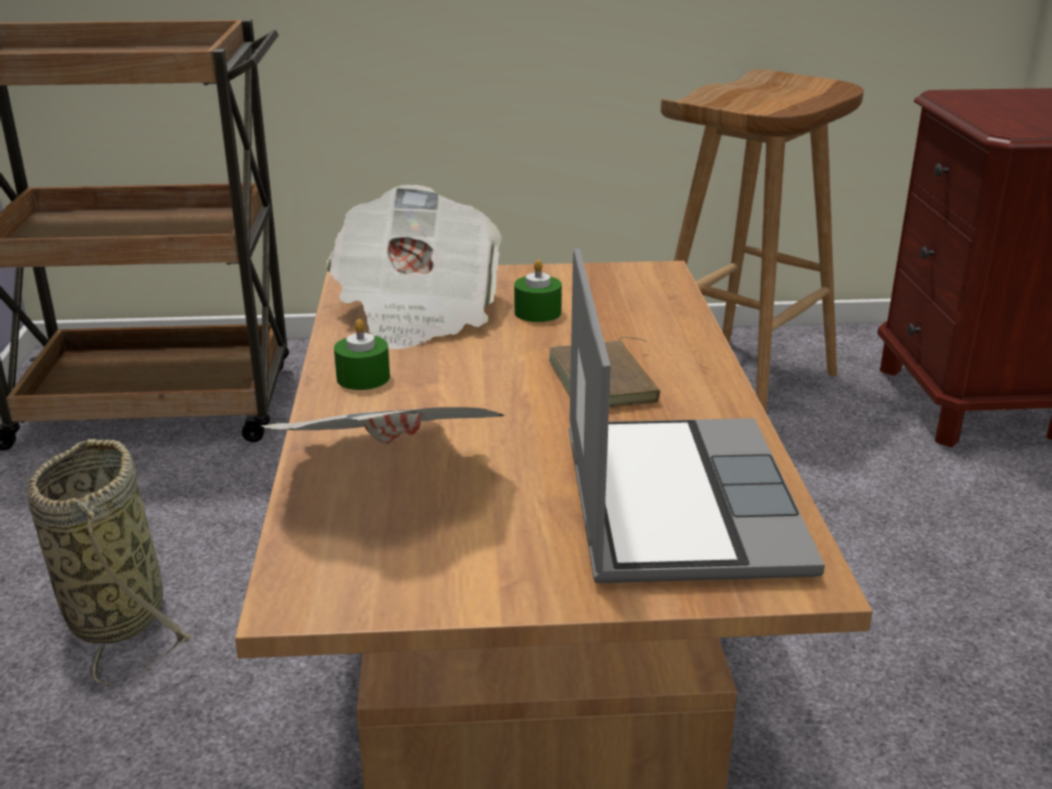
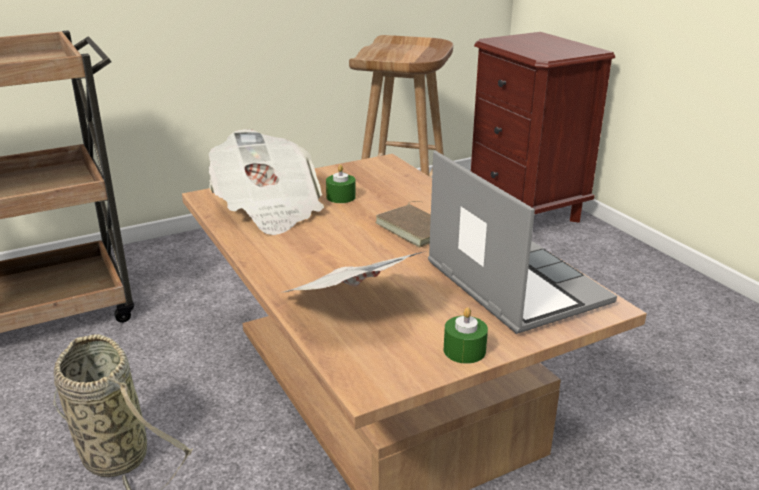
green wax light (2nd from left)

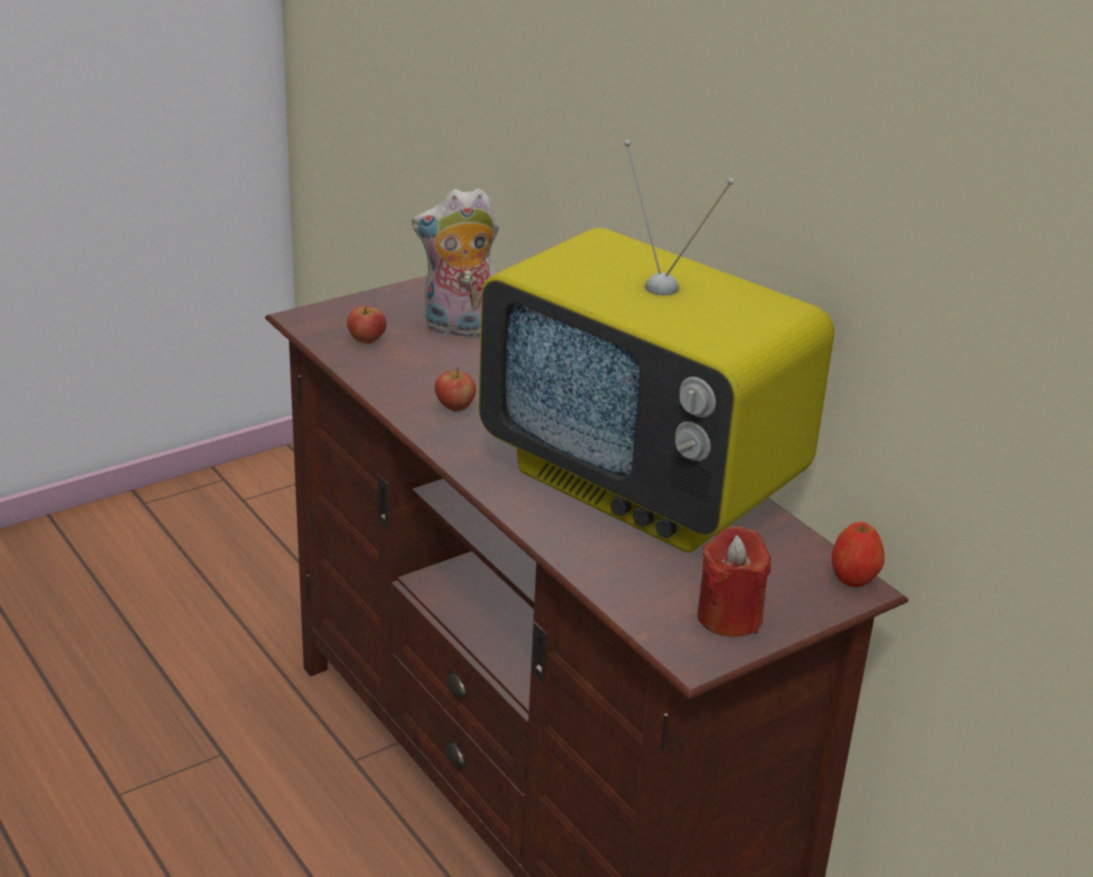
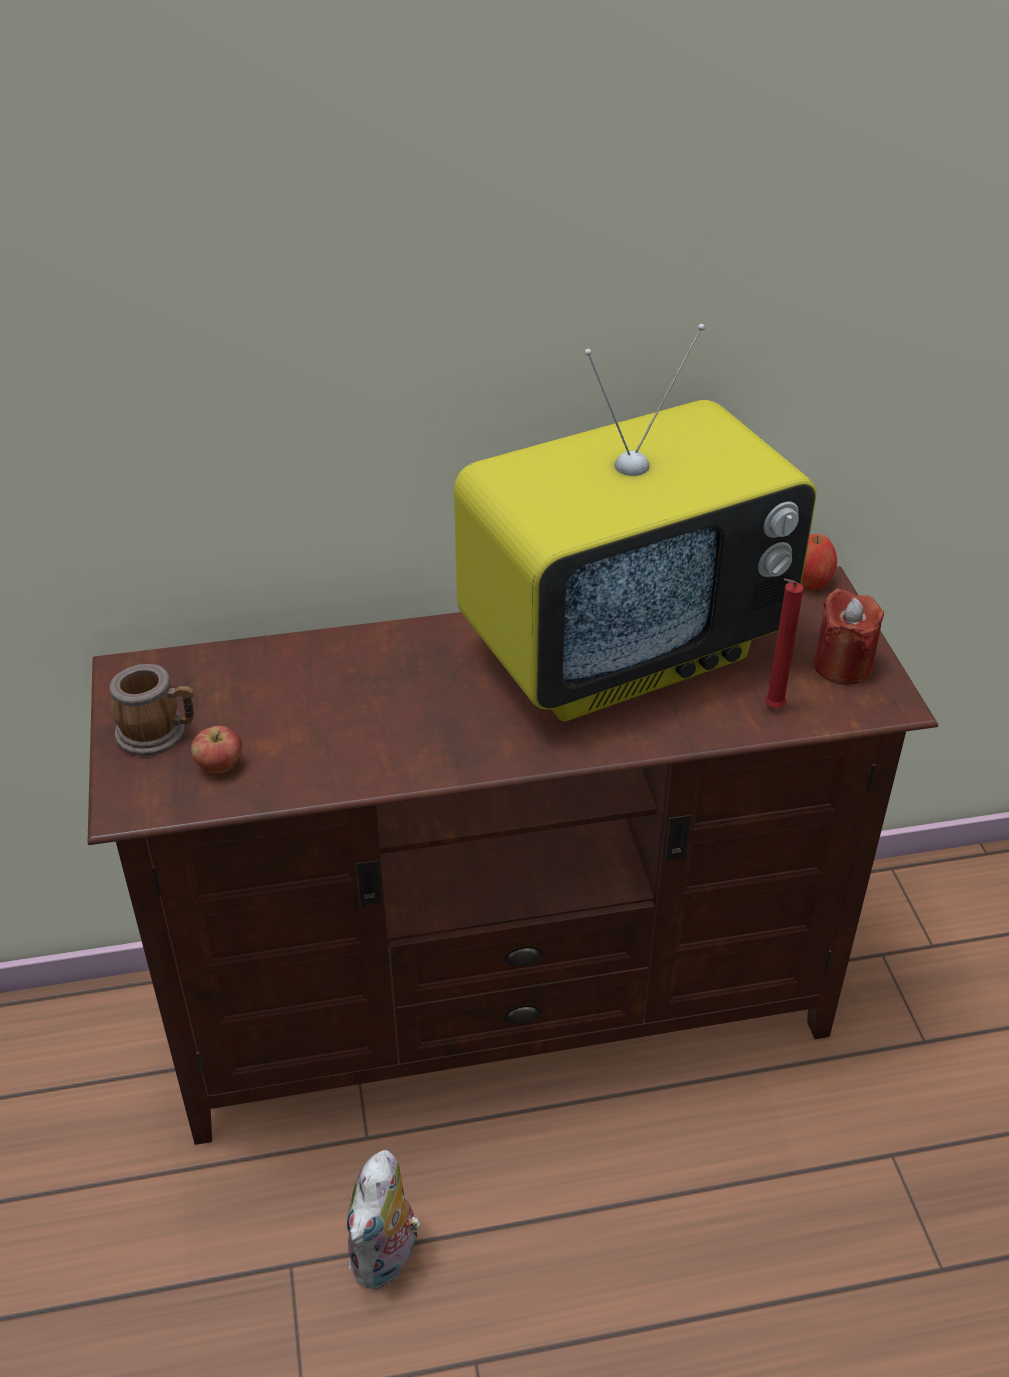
plush toy
apple fruit (2nd from left in the first image)
tea mug
red-coloured wax light (1st from left)

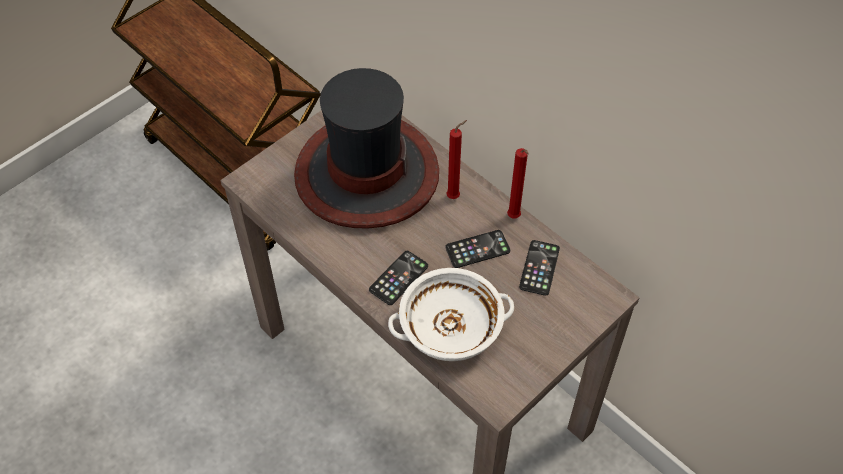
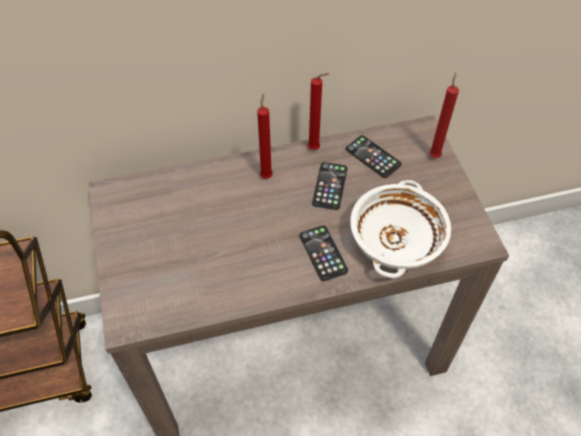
clothing hat
red-coloured wax light (3rd from left)

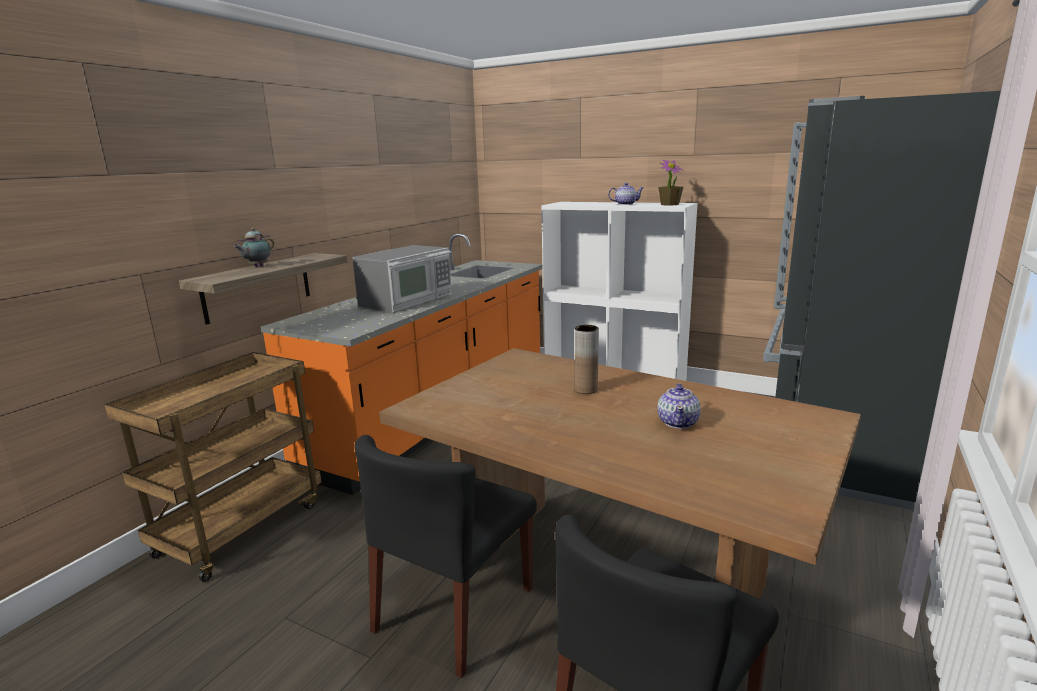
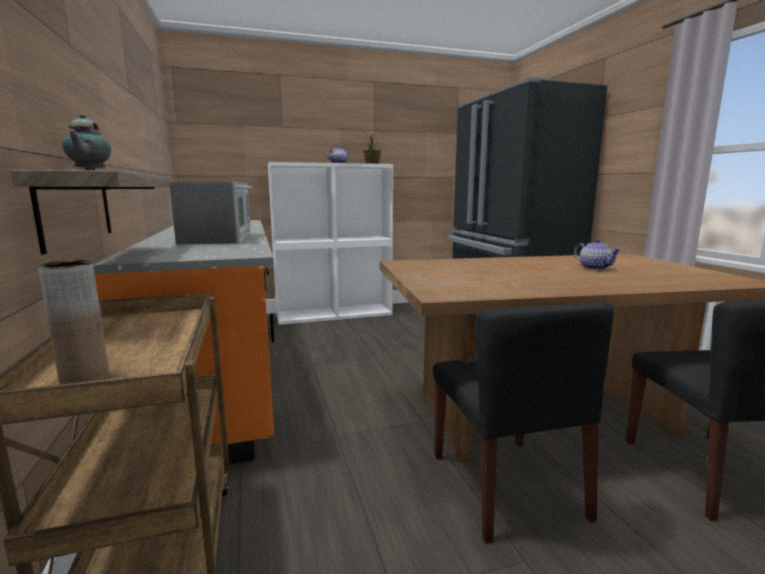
brown vase

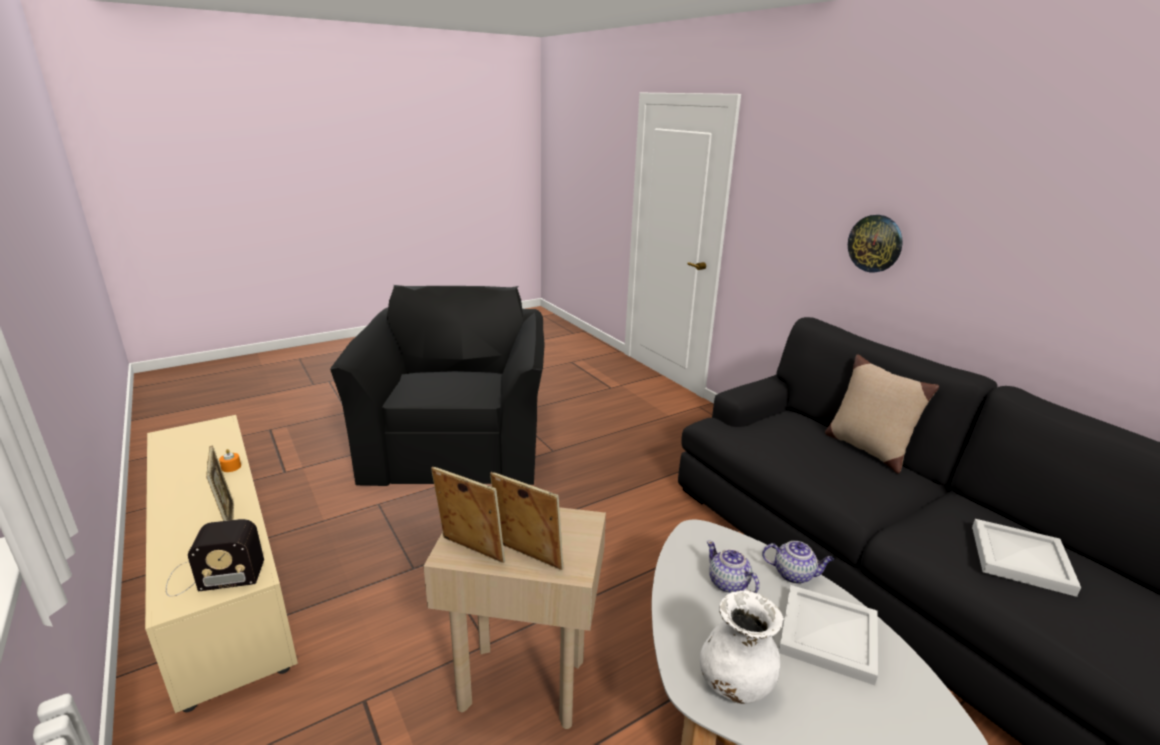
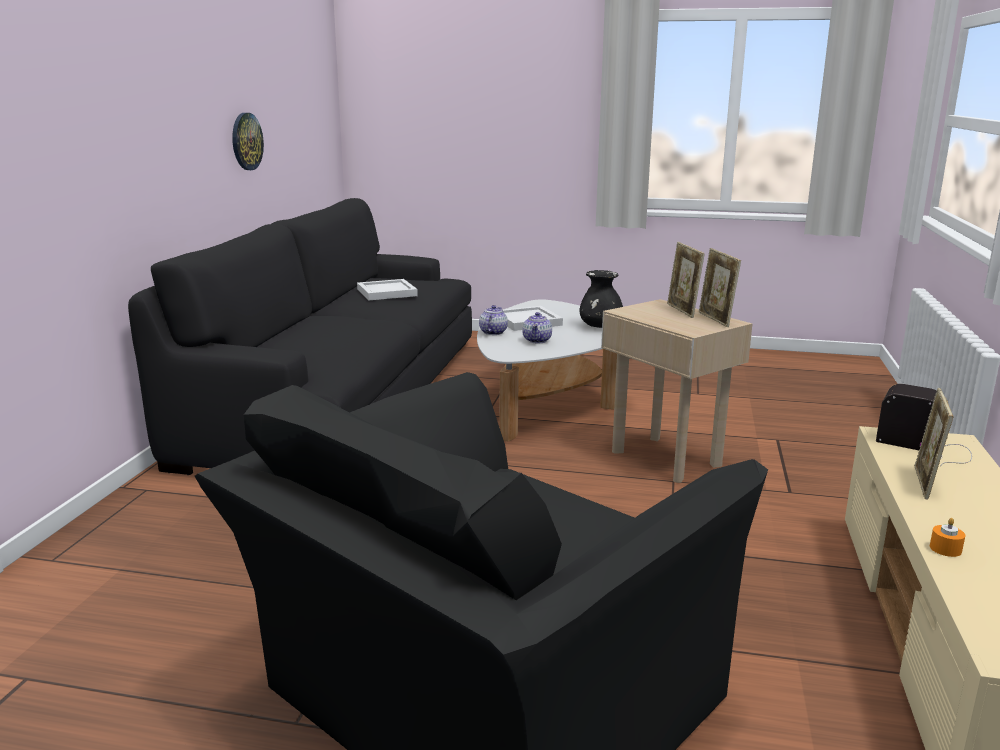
black vase
pot for tea (1st from left)
sand-coloured throw pillow
wall clock

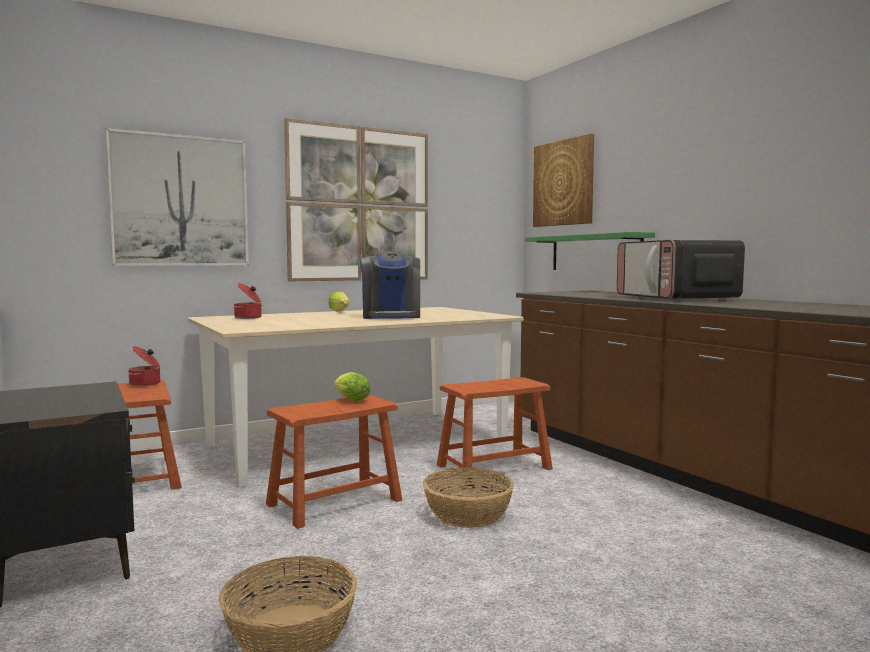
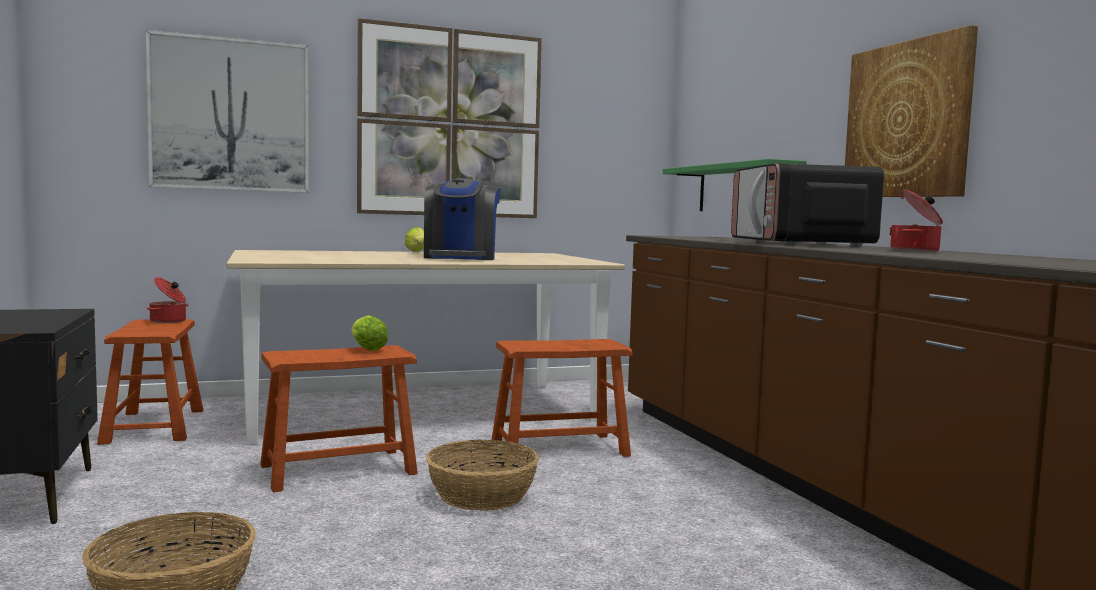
stockpot (2nd from left)
picture (3rd from left)

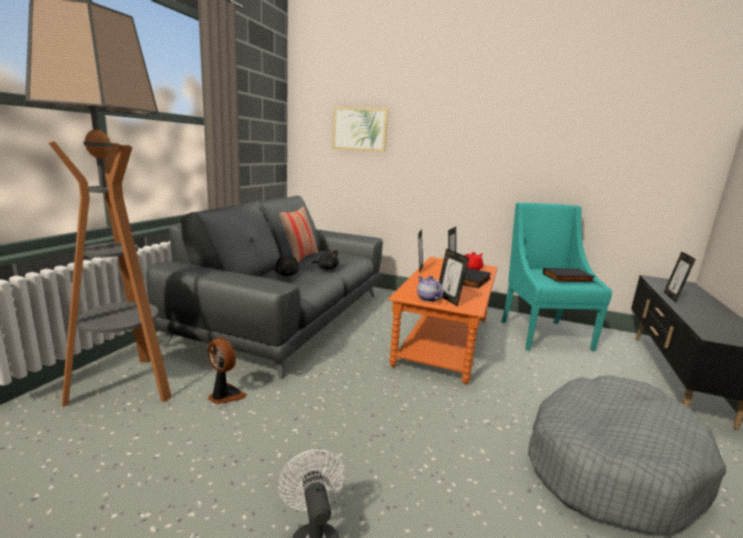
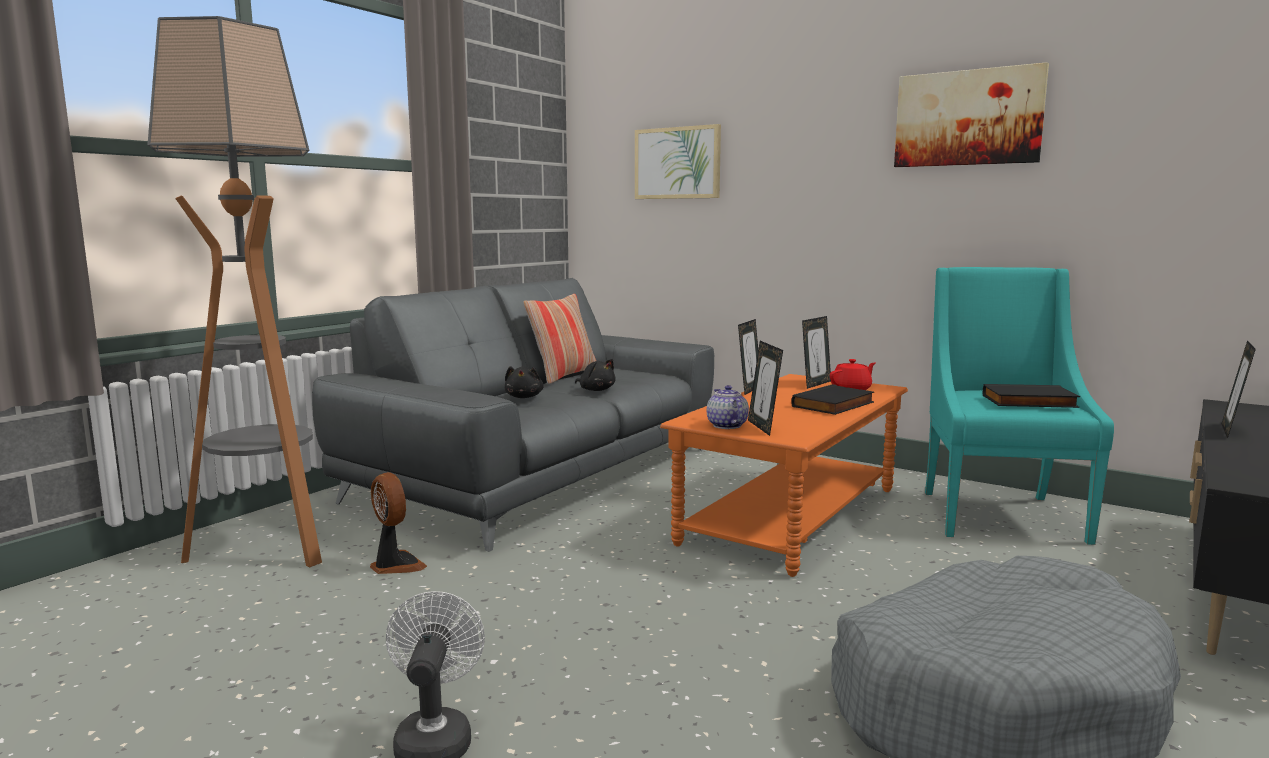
picture (2nd from left)

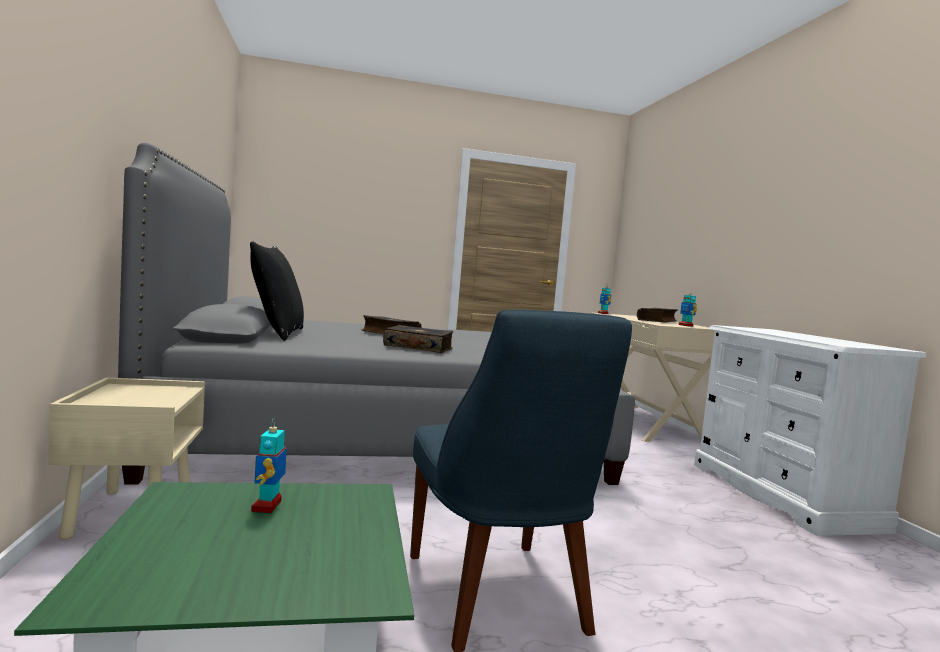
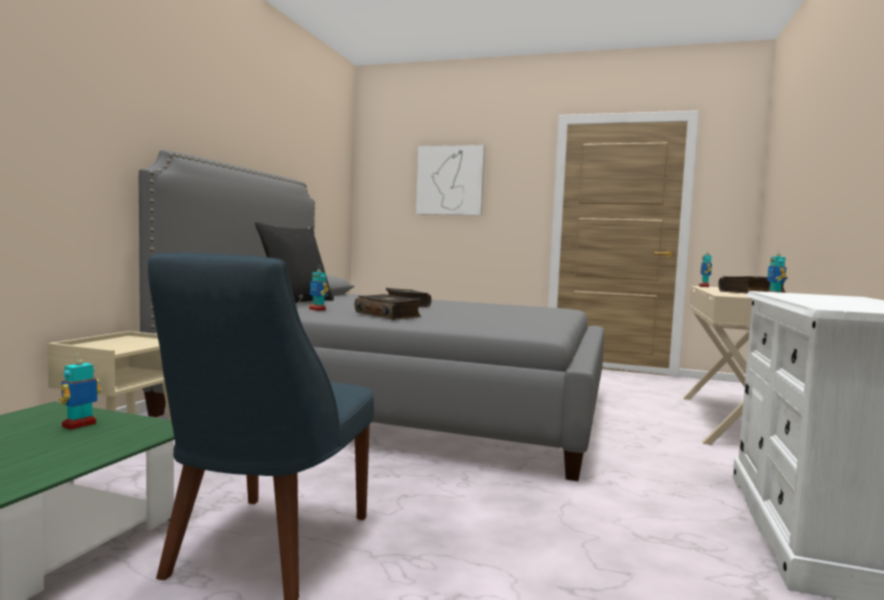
toy robot (2nd from left)
picture

